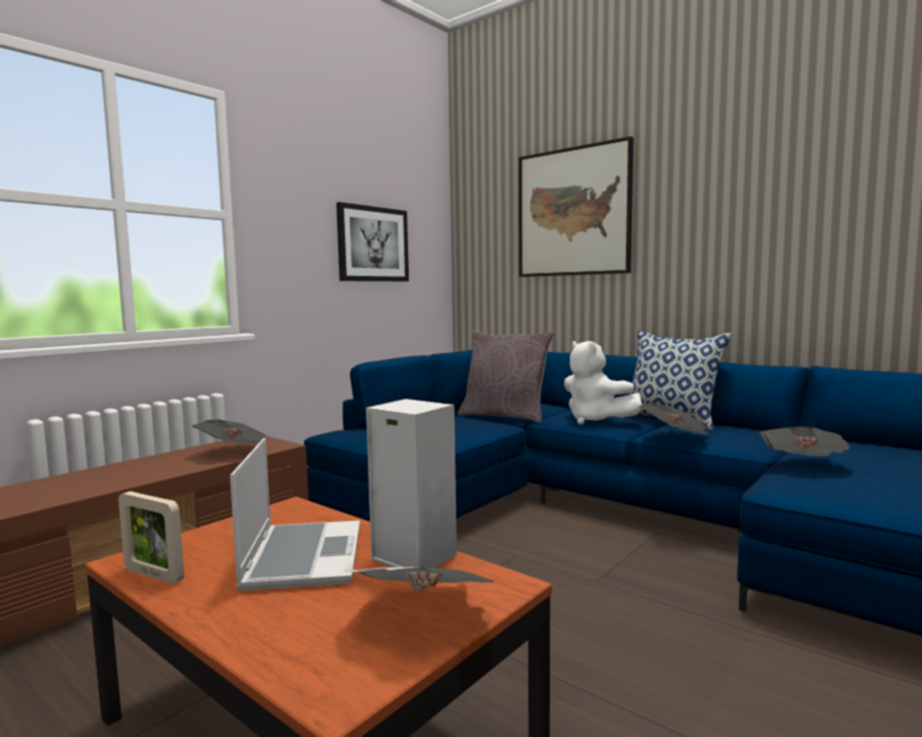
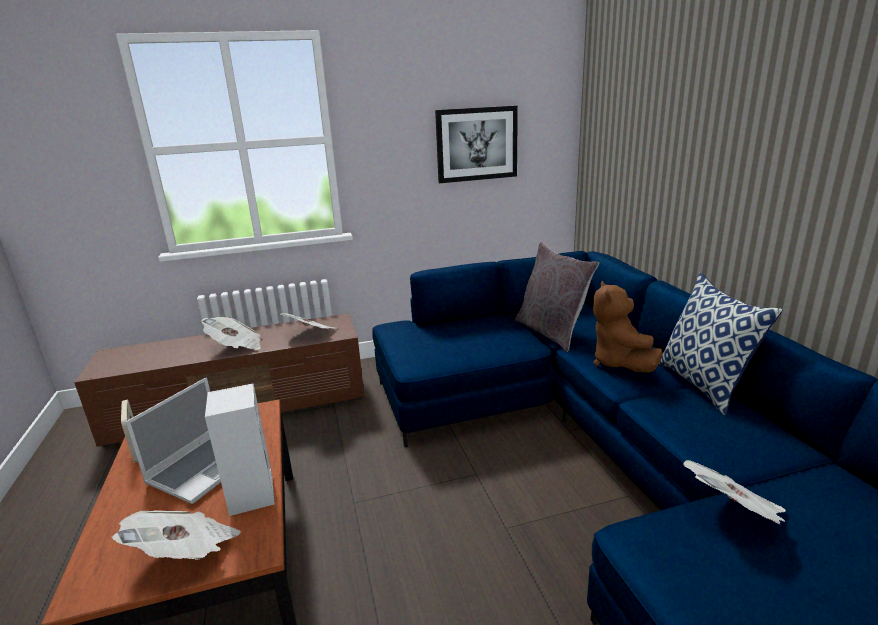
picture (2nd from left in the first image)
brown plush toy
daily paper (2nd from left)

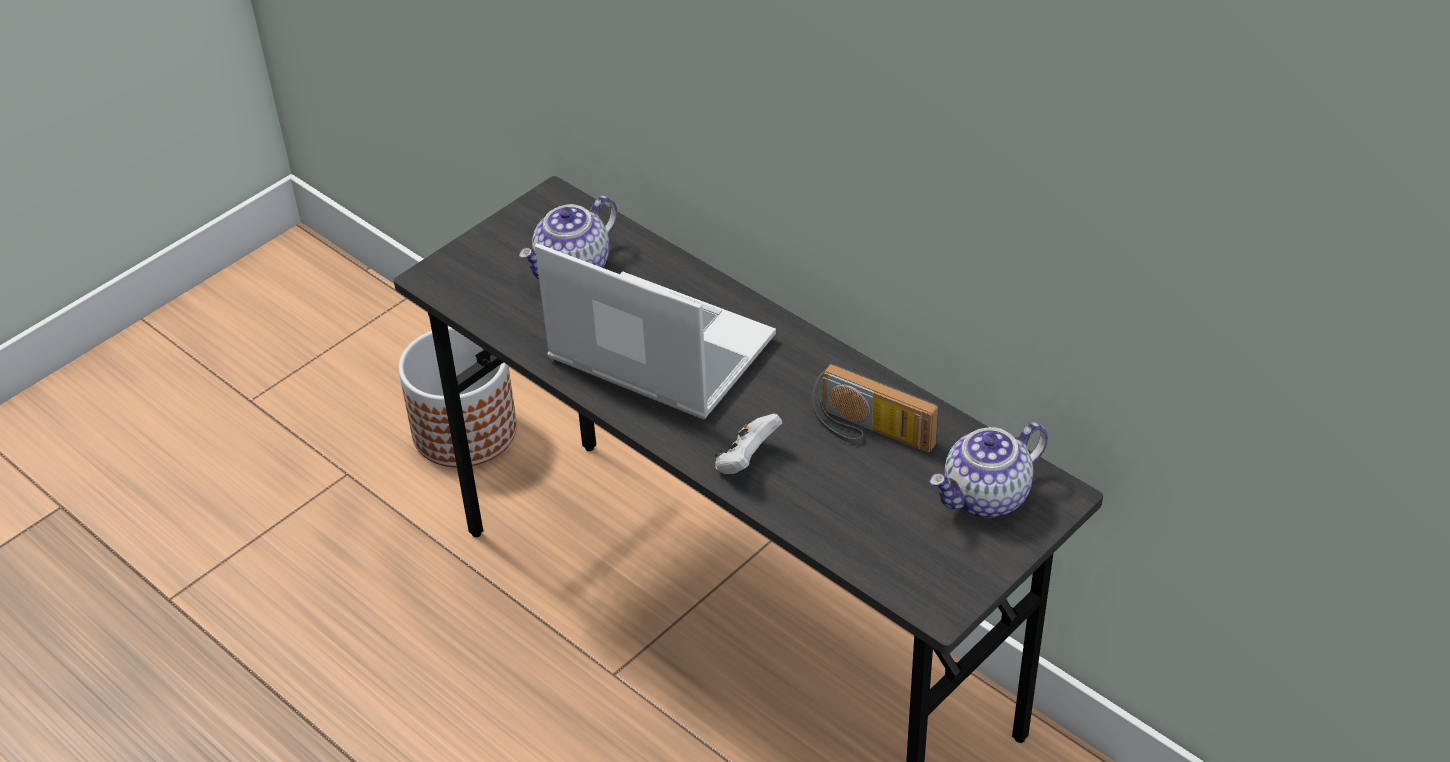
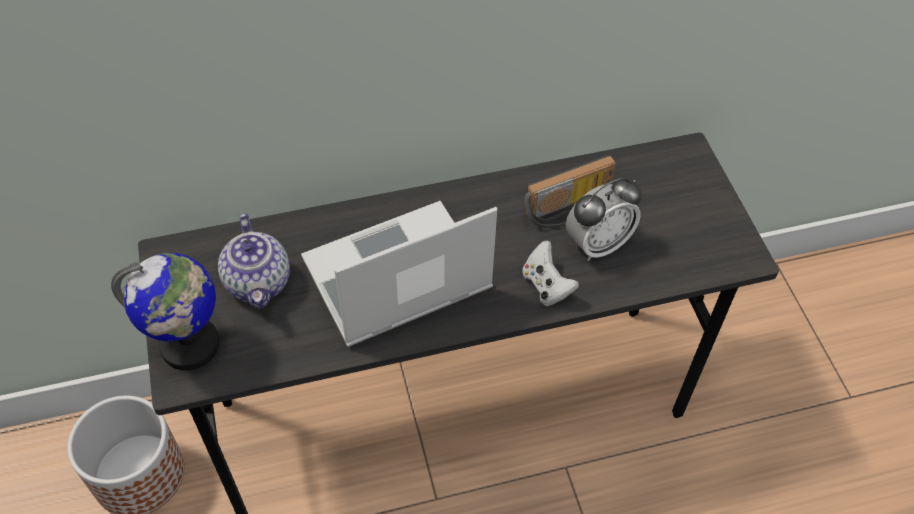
pot for tea (2nd from left in the first image)
desk globe
table clock

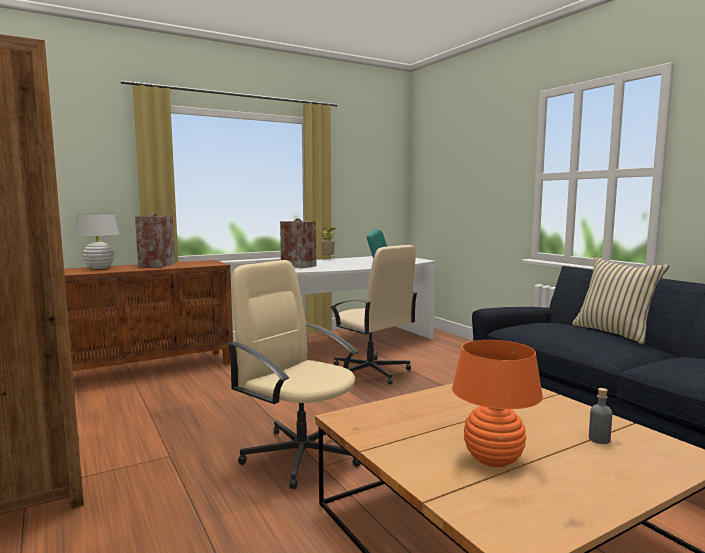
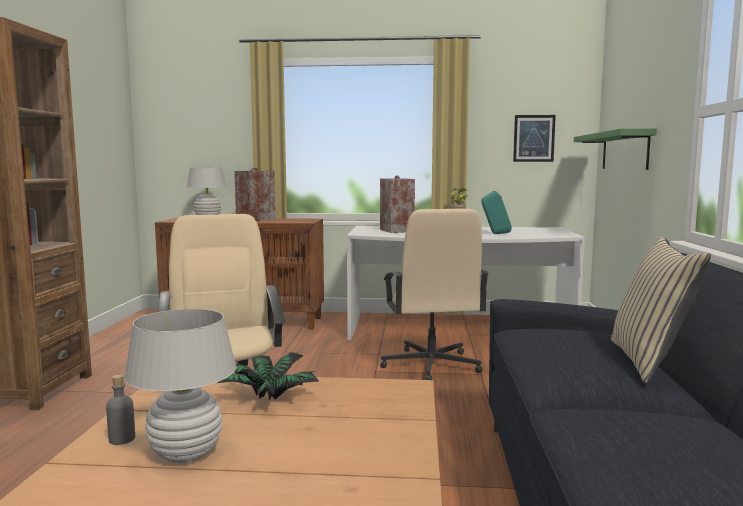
white-coloured table lamp (1st from left)
grey bottle
houseplant (1st from left)
picture
green bracket shelf

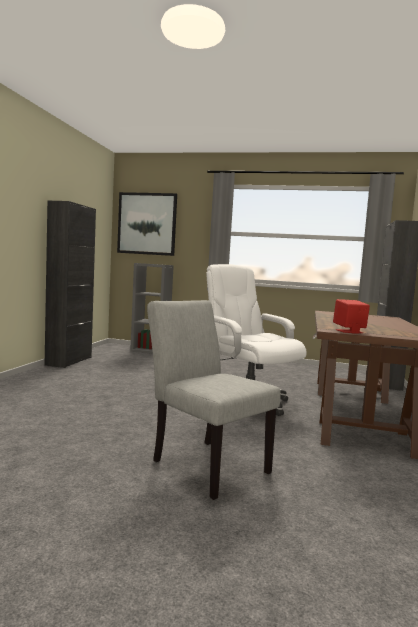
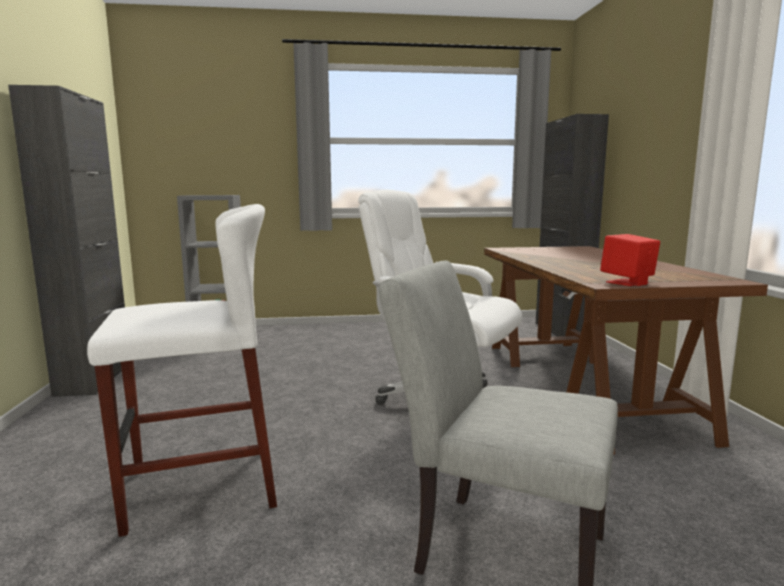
picture
white-coloured stool seat

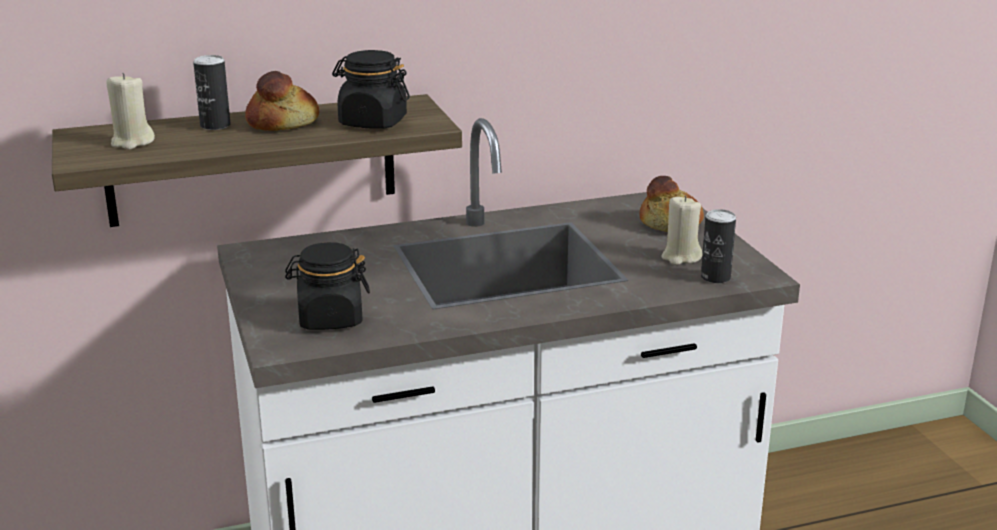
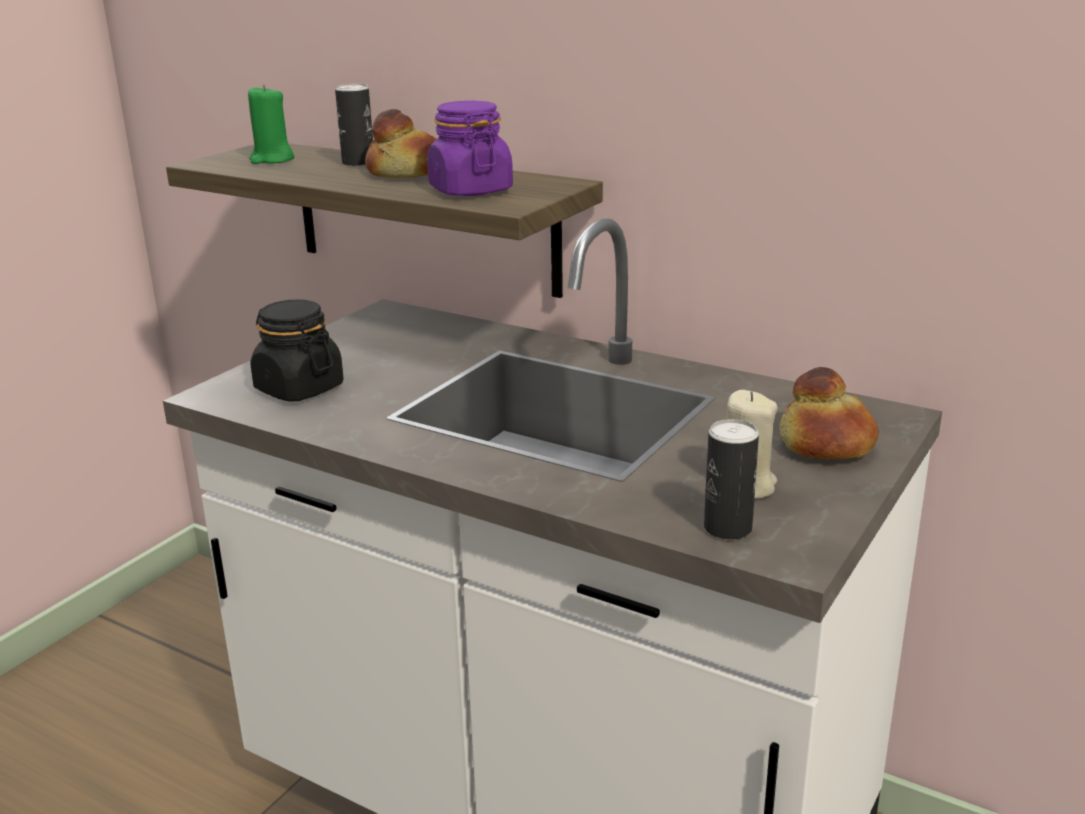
green wax light
purplish preserve jar

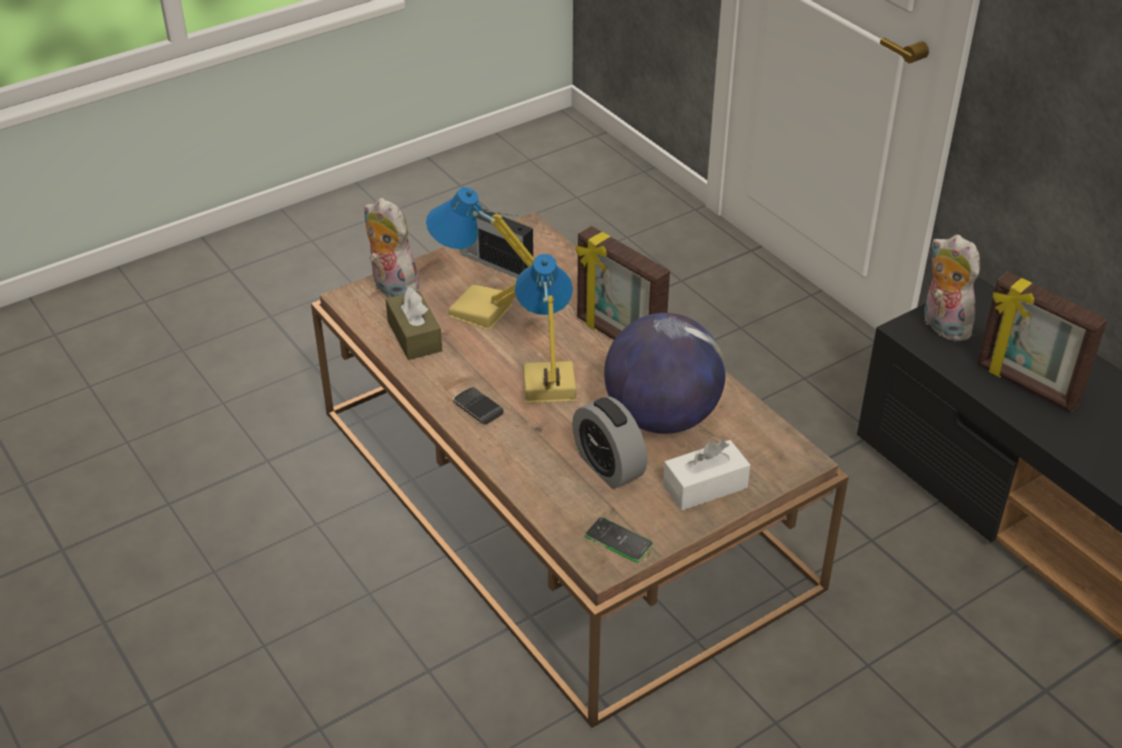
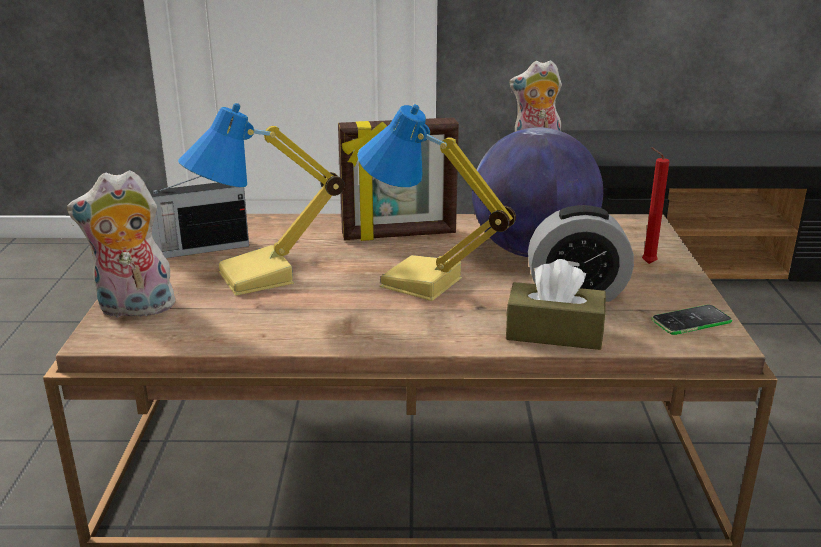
brown tissue box
telephone (1st from left in the first image)
red-coloured wax light
photo frame (2nd from left in the first image)

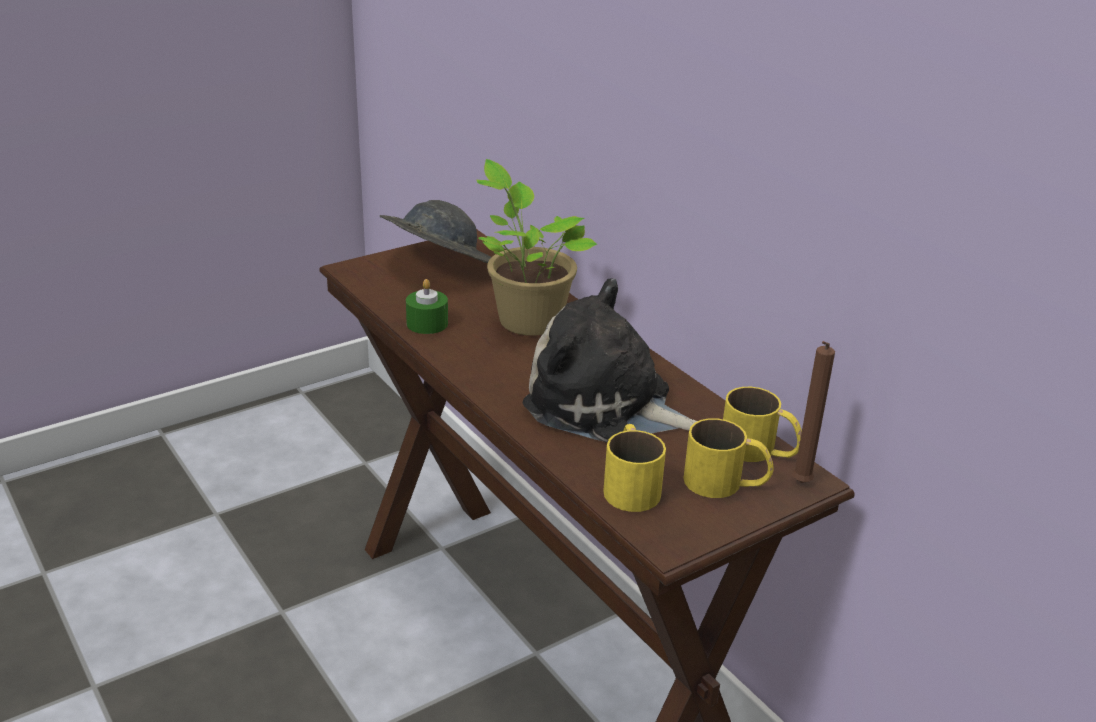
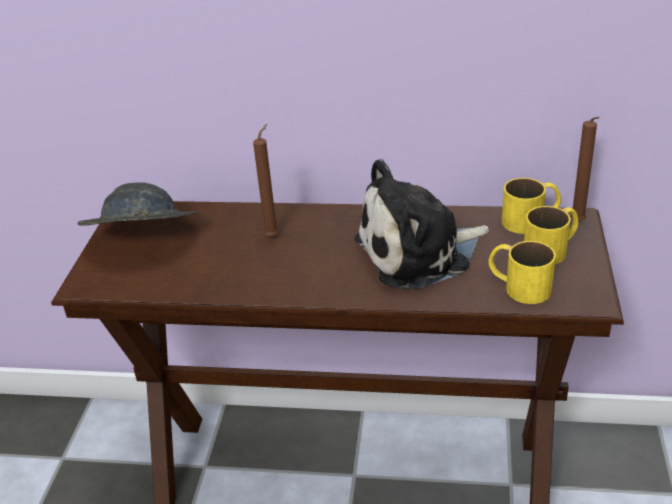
green wax light
brown wax light (1st from left)

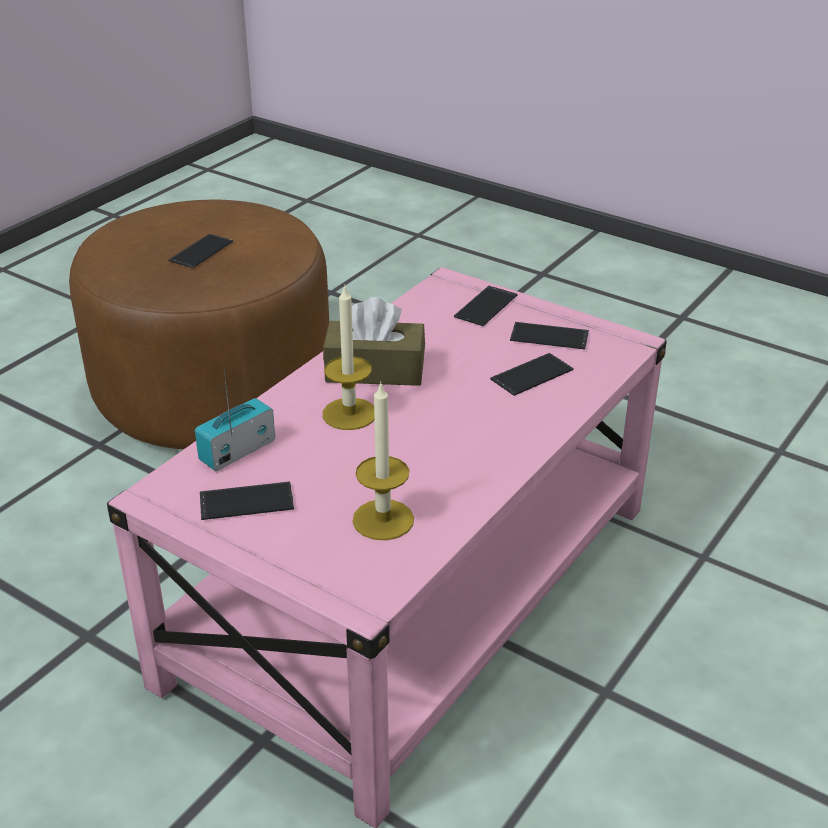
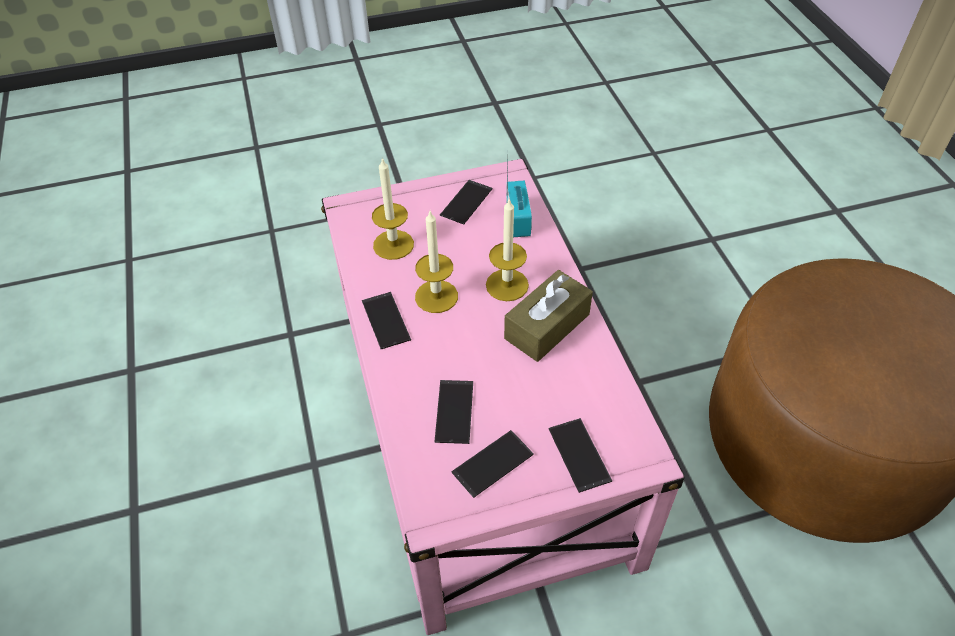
telephone (1st from left)
wax light (2nd from left)

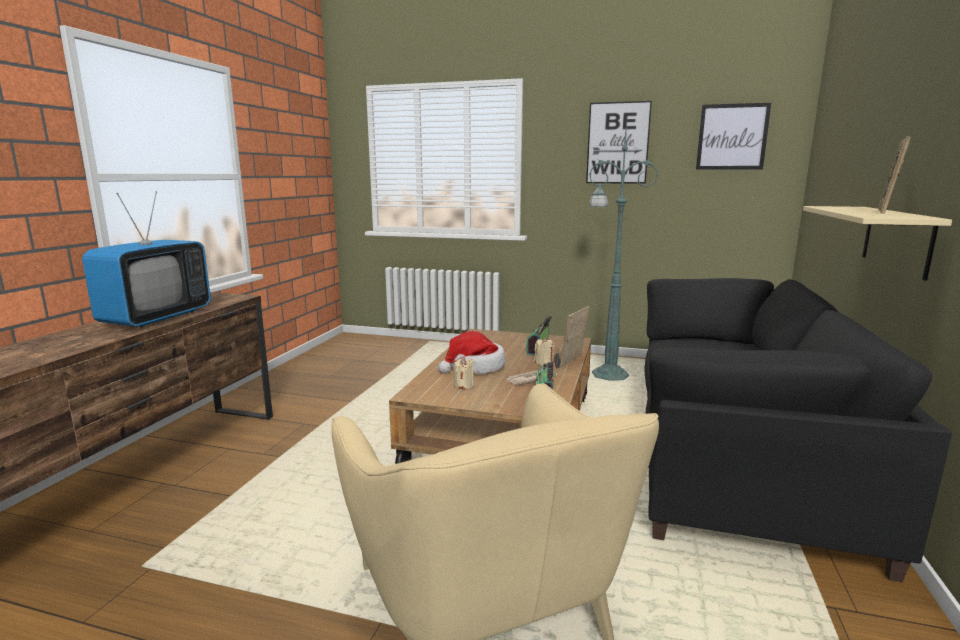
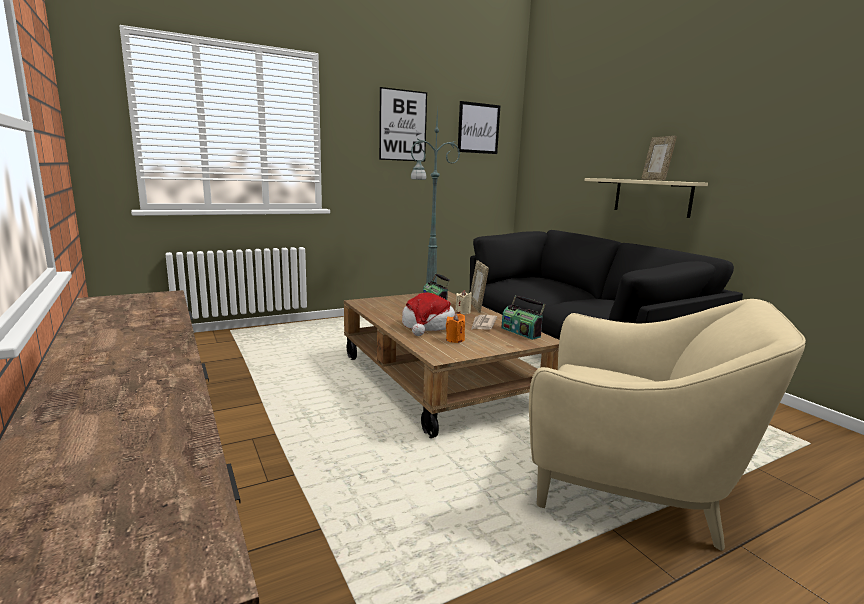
TV
orangey wax light

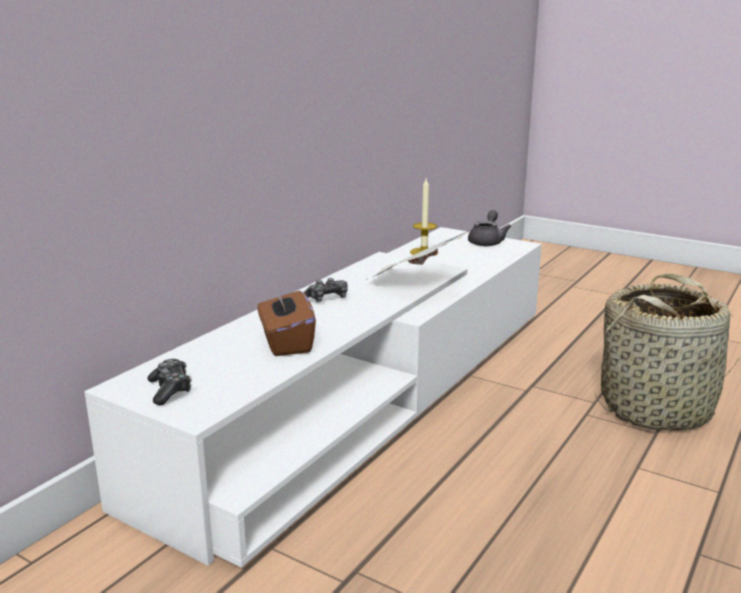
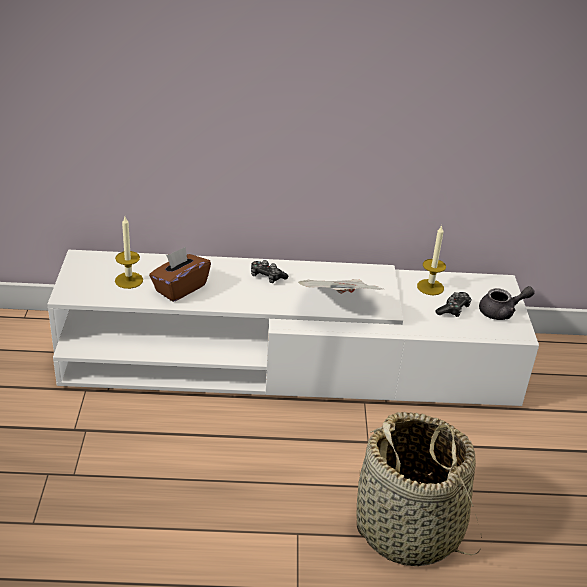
gamepad (2nd from left)
wax light (1st from left)

